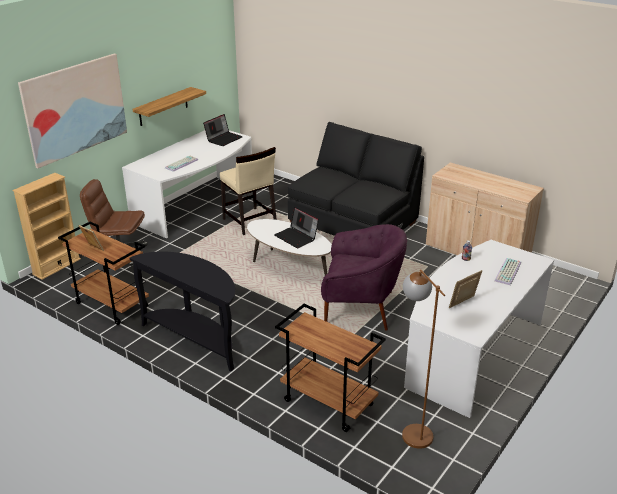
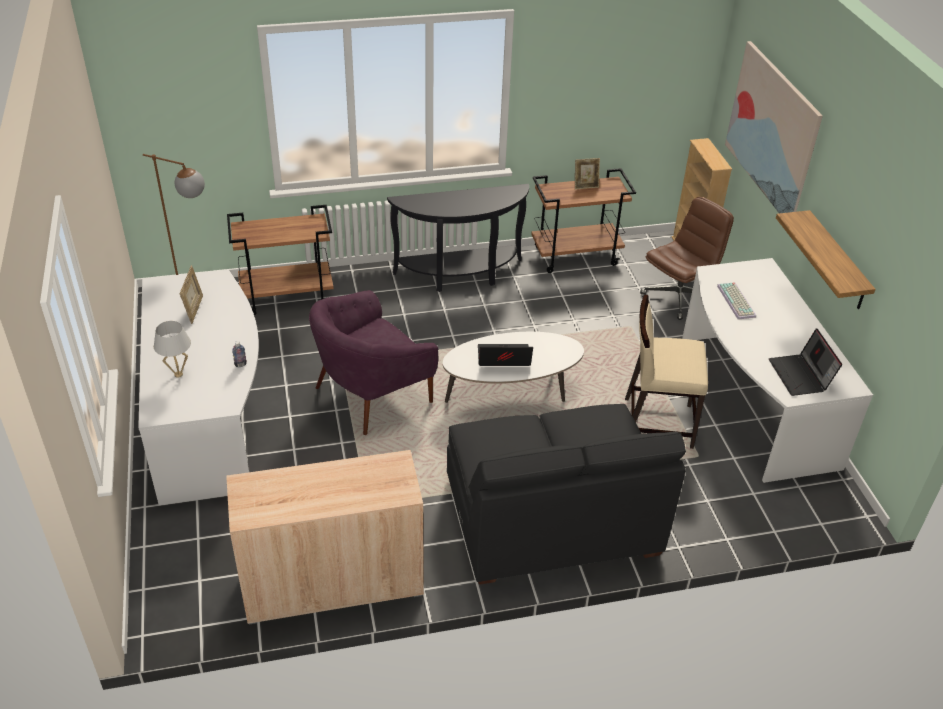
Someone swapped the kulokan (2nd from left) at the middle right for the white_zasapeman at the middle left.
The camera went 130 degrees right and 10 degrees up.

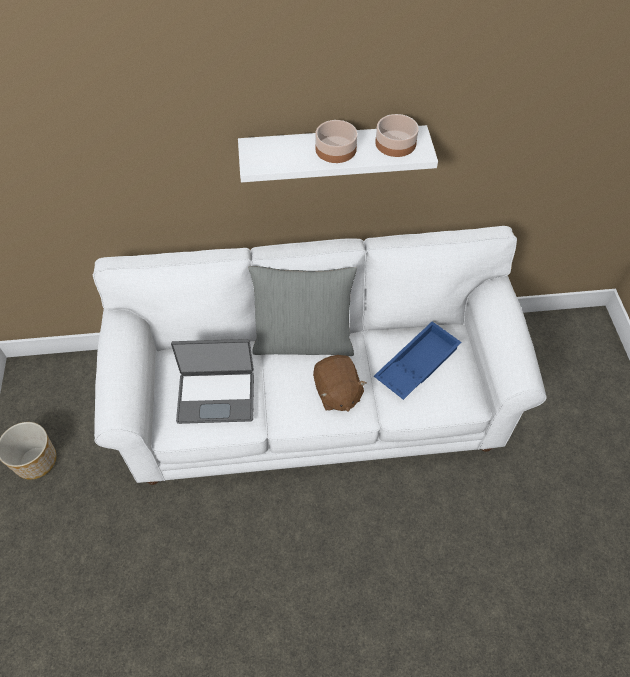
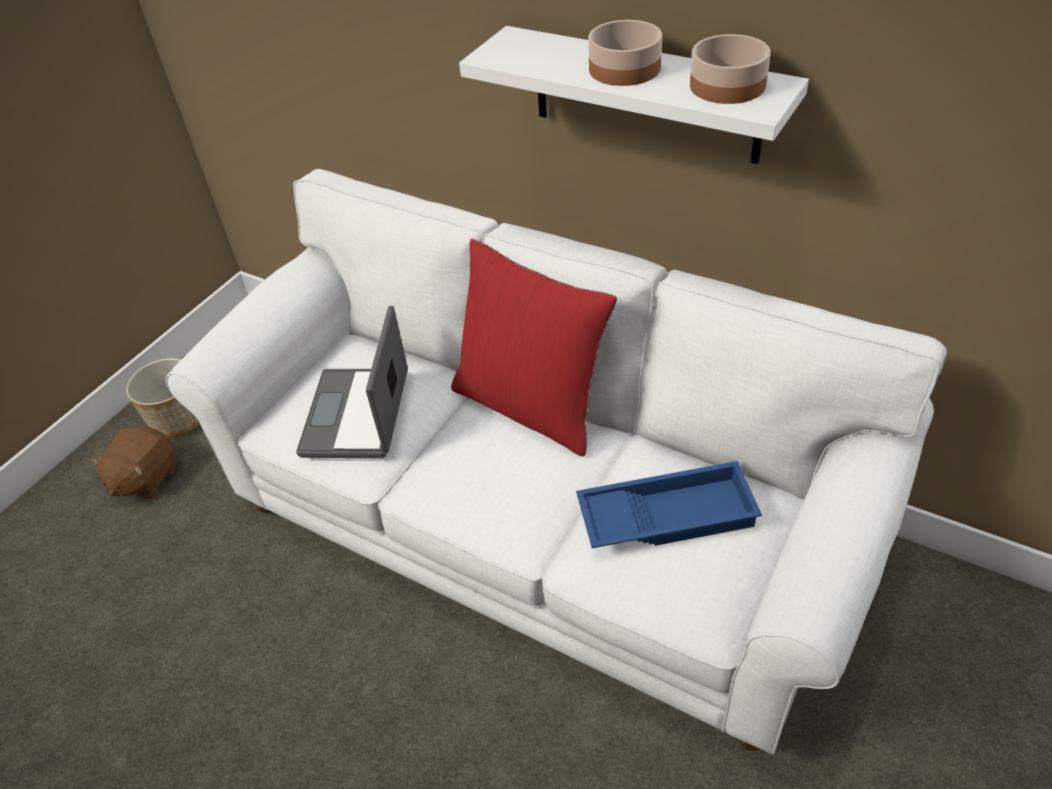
Someone rotated the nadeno at the centre by 60 degrees clockwise.
Someone repainted the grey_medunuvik at the centre, which became the red_medunuvik at the centre.
Someone carried the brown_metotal from the centre to the middle left.
The camera went 40 degrees right and 10 degrees down.

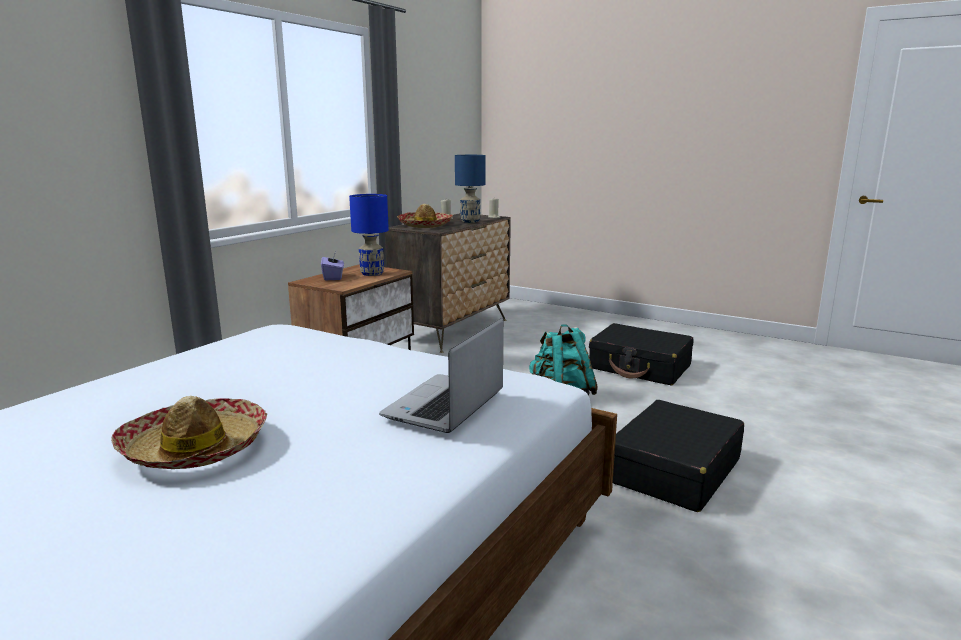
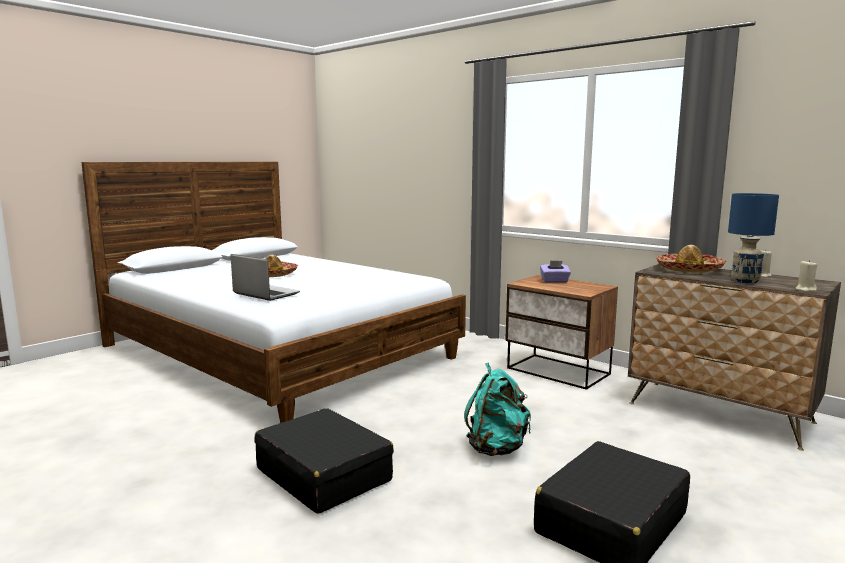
Someone took away the blue_zasapeman (1st from left) at the centre.
The camera went 100 degrees right and 5 degrees down.

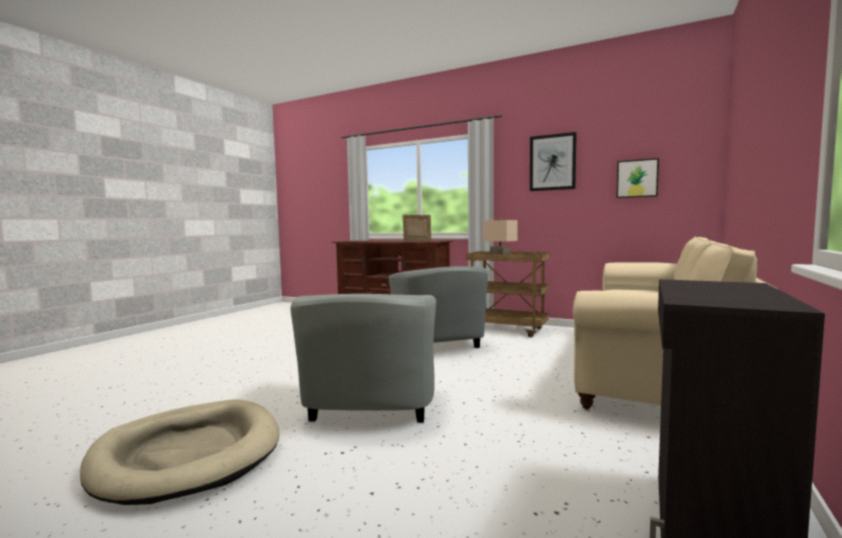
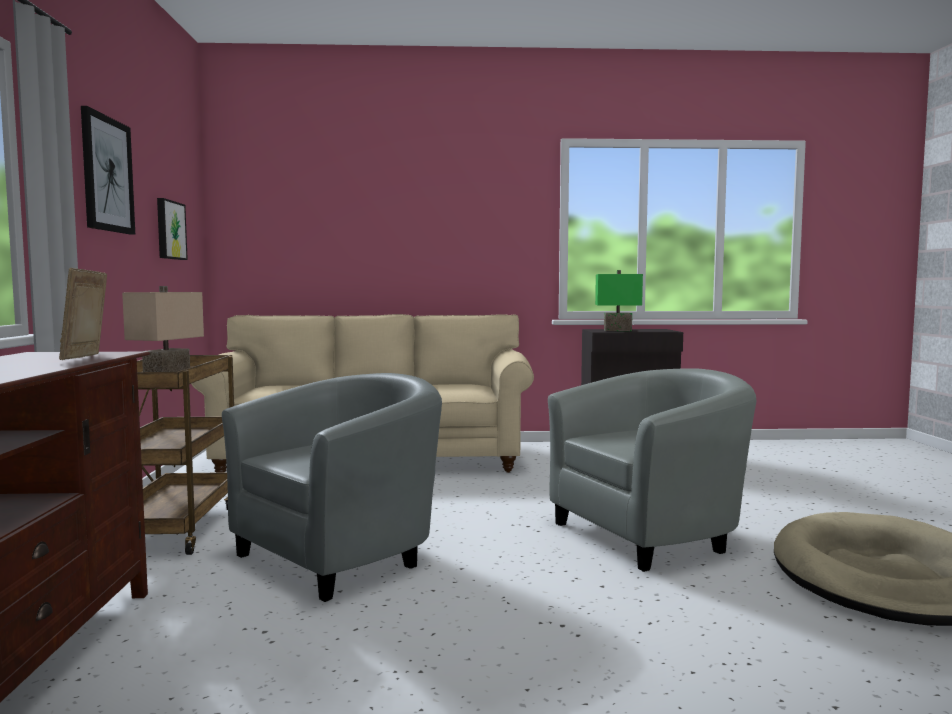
Someone put down the green_zasapeman at the centre.
The camera went 120 degrees left and 0 degrees up.

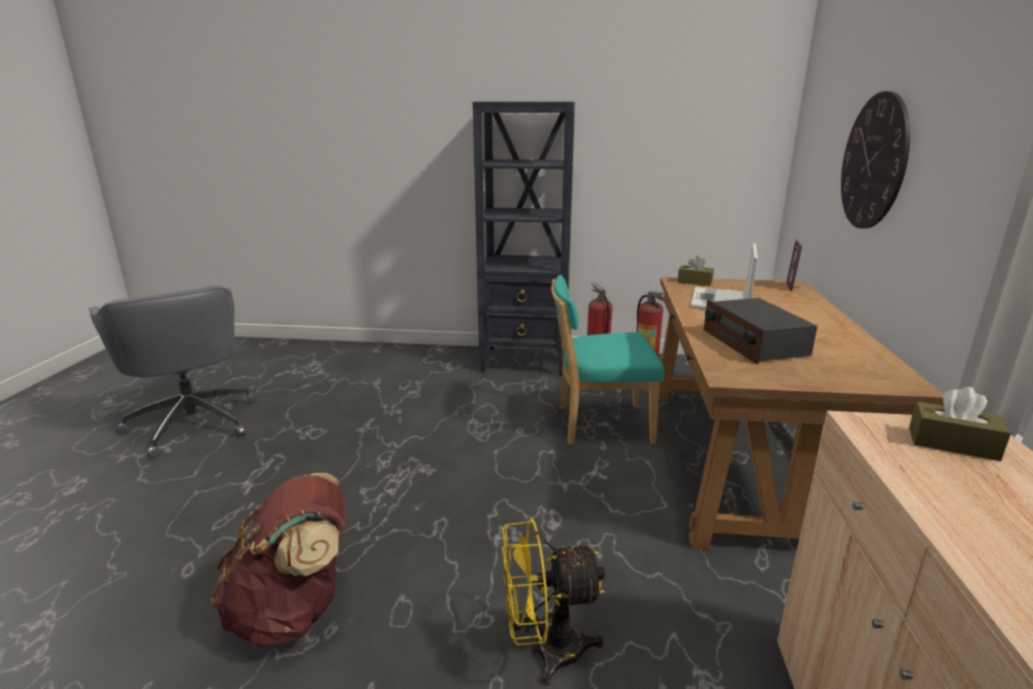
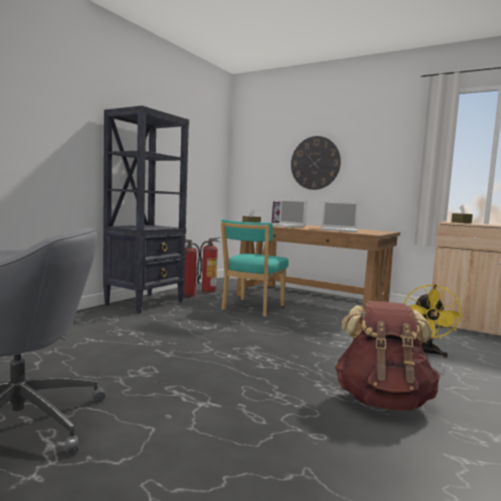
Someone swapped the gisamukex at the middle right for the nadeno (2nd from left) at the middle right.
The camera went 65 degrees left and 15 degrees down.

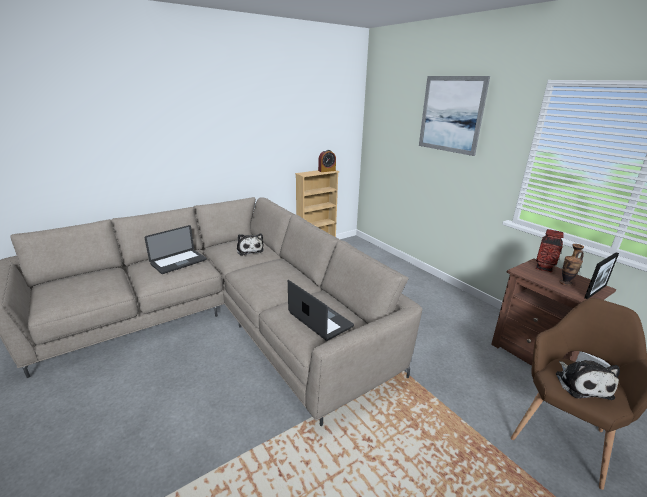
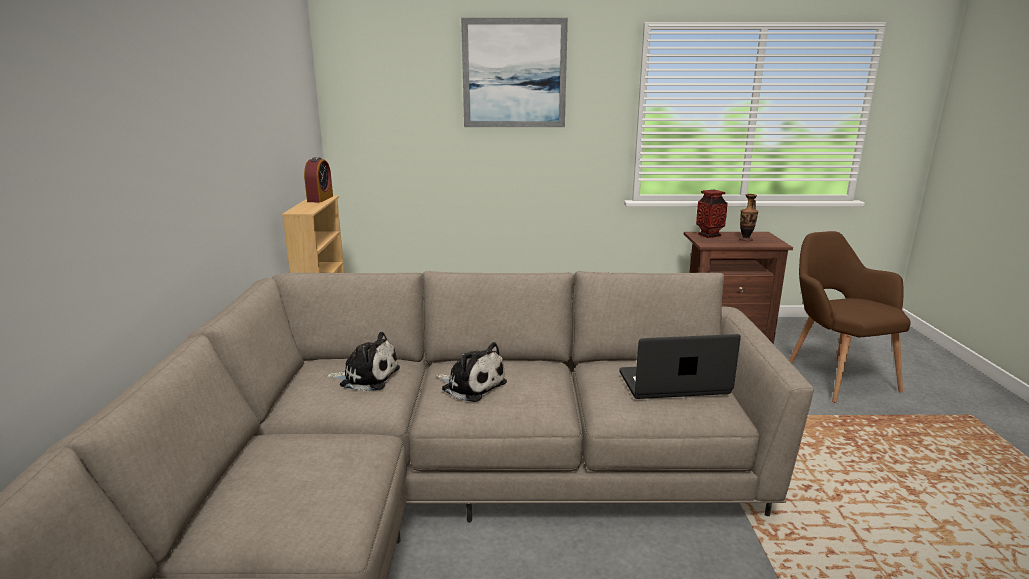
Someone took away the nadeno (1st from left) at the middle left.
Someone carried the metotal (2nd from left) from the bottom right to the centre.
Someone took away the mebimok at the middle right.
The camera went 55 degrees left and 5 degrees down.

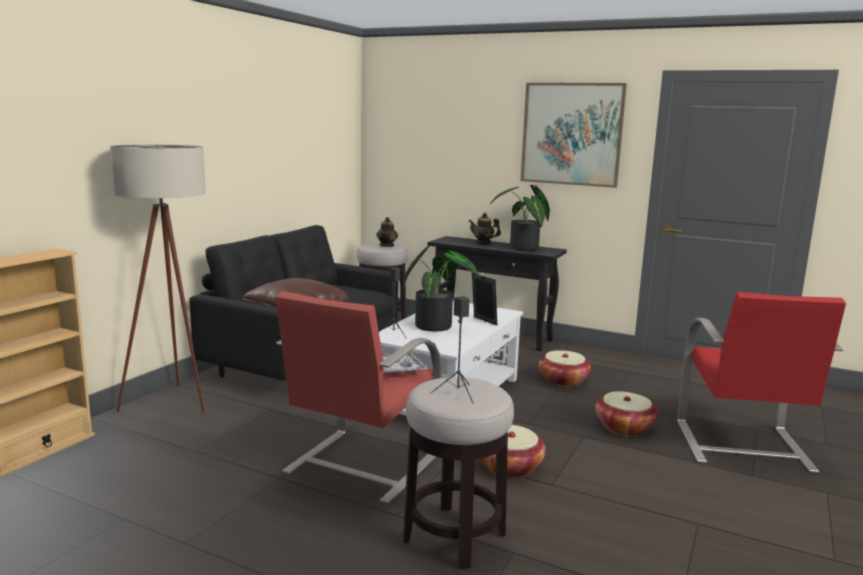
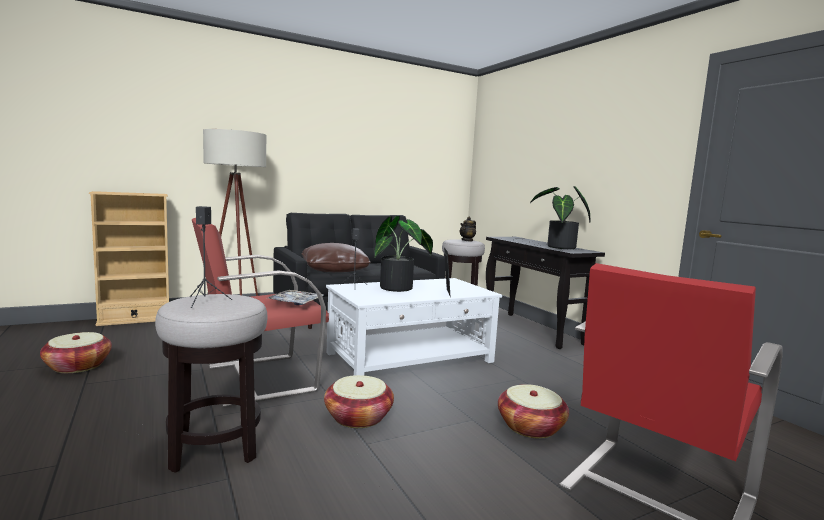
Someone took away the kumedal (2nd from left) at the centre.
Someone took away the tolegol at the top centre.
Someone carried the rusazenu (2nd from left in the first image) from the centre to the bottom left.
The camera went 35 degrees right and 5 degrees down.

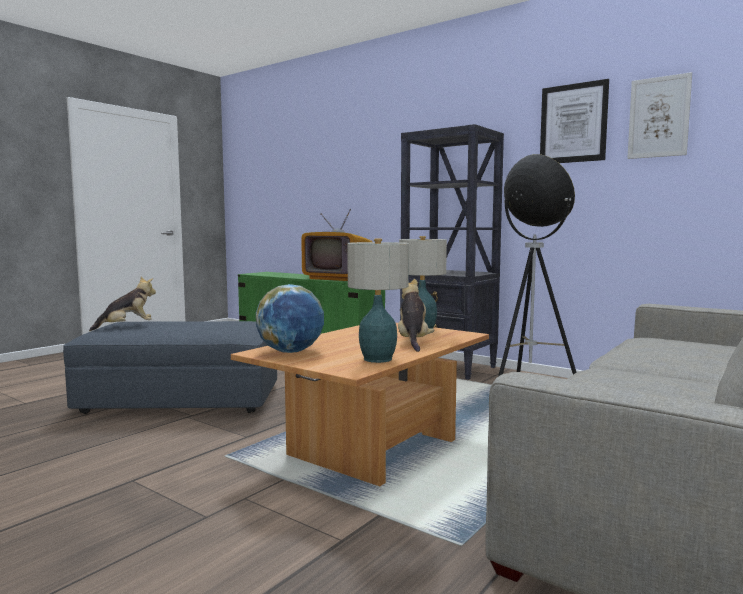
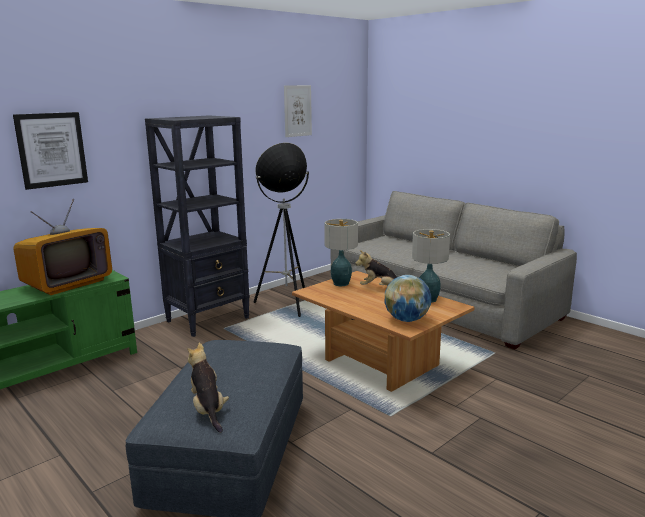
Someone carried the tolegol (1st from left) from the top right to the top left.
The camera went 80 degrees left and 10 degrees up.

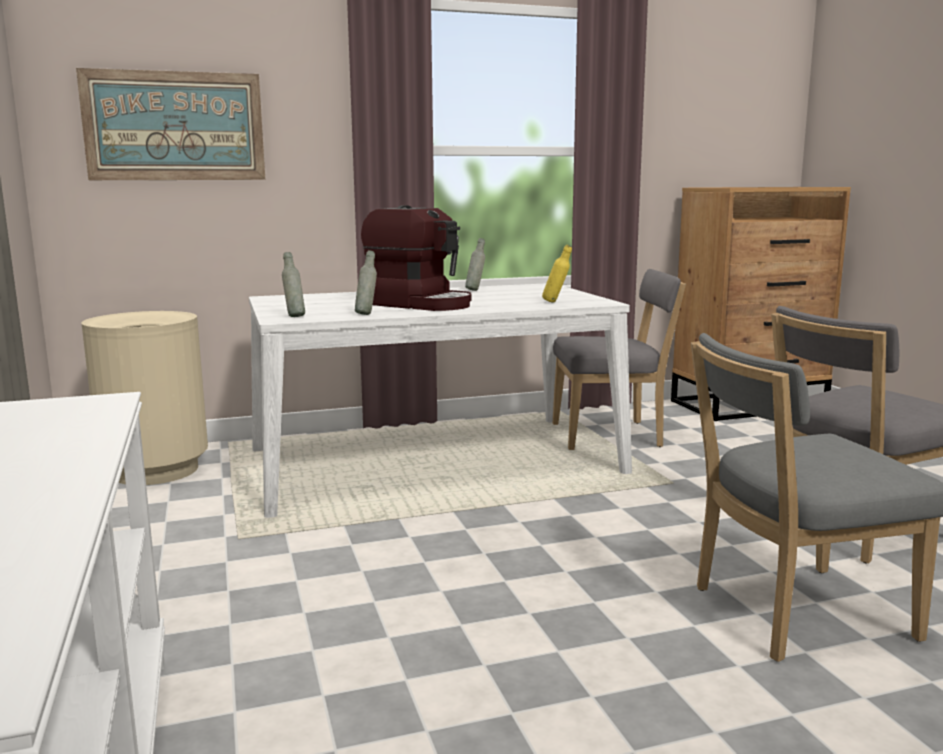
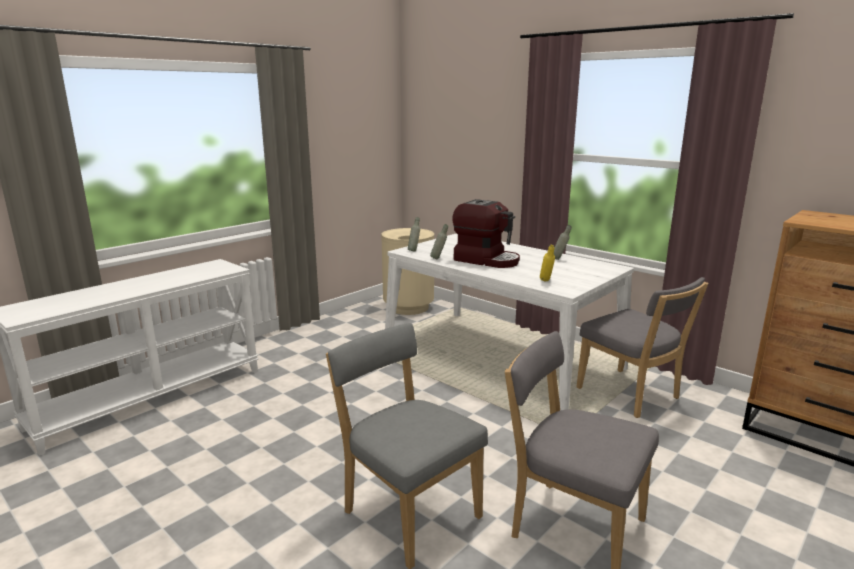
Someone took away the tolegol at the top left.
Someone rotated the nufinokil at the centre by 60 degrees counterclockwise.
The camera went 60 degrees right and 5 degrees up.

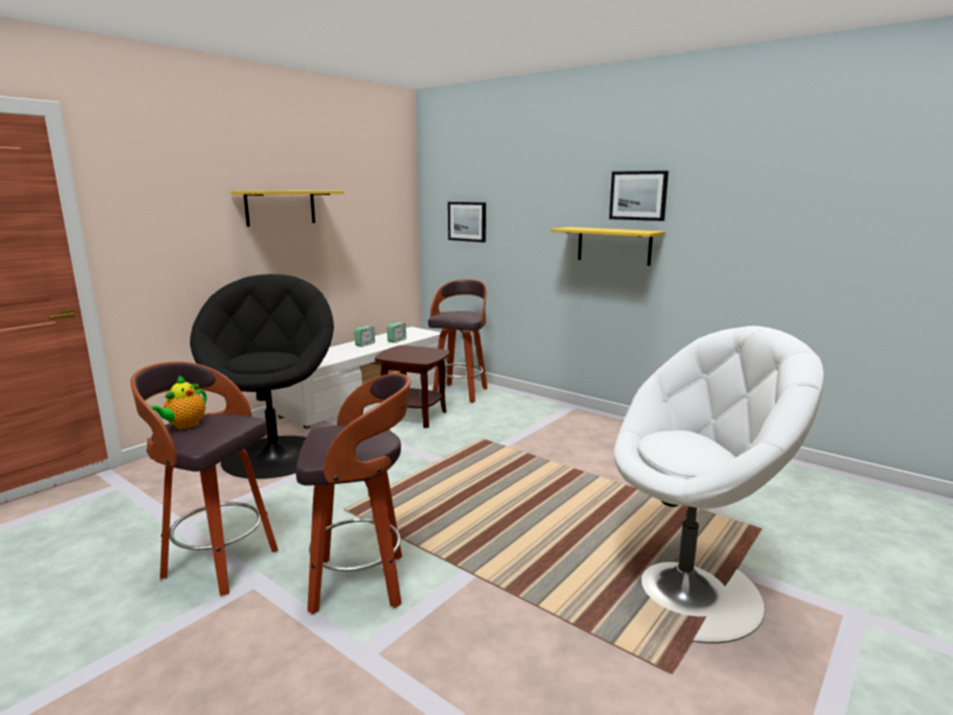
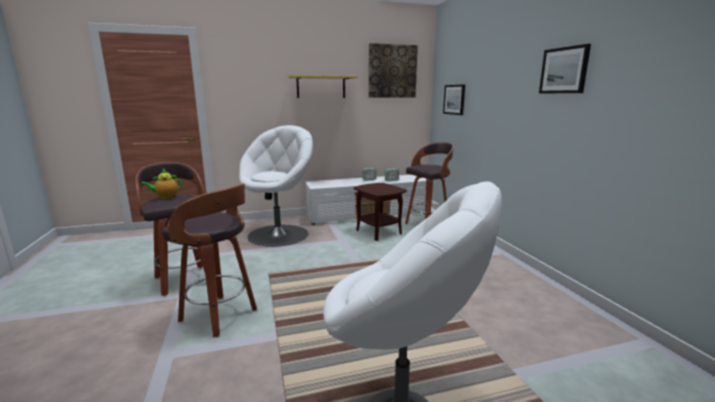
Someone repainted the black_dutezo at the middle left, which became the white_dutezo (1st from left) at the centre.
Someone took away the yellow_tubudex (2nd from left) at the centre.
Someone put up the tolegol (1st from left) at the top centre.
The camera went 35 degrees right and 0 degrees up.

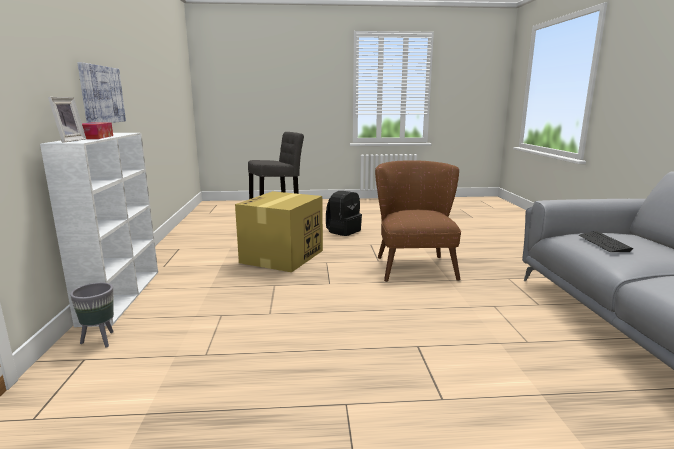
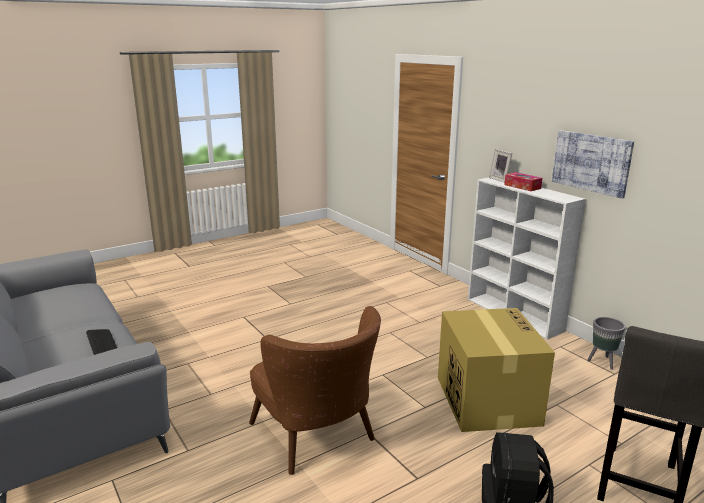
Someone carried the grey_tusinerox from the bottom left to the bottom right.
The camera went 150 degrees right and 5 degrees up.

